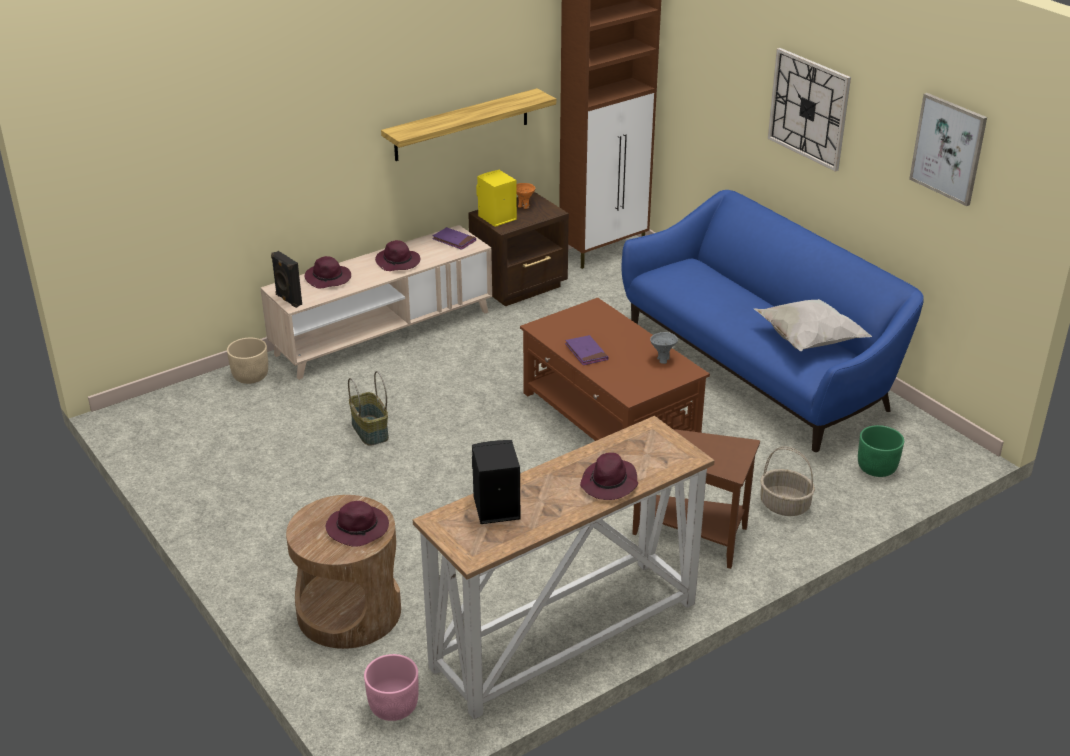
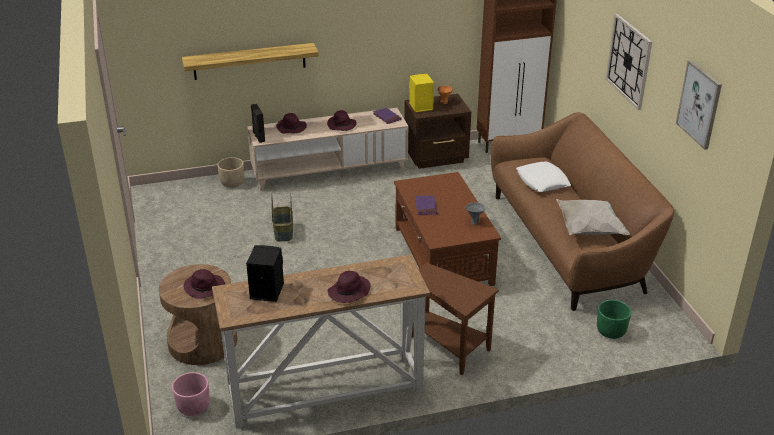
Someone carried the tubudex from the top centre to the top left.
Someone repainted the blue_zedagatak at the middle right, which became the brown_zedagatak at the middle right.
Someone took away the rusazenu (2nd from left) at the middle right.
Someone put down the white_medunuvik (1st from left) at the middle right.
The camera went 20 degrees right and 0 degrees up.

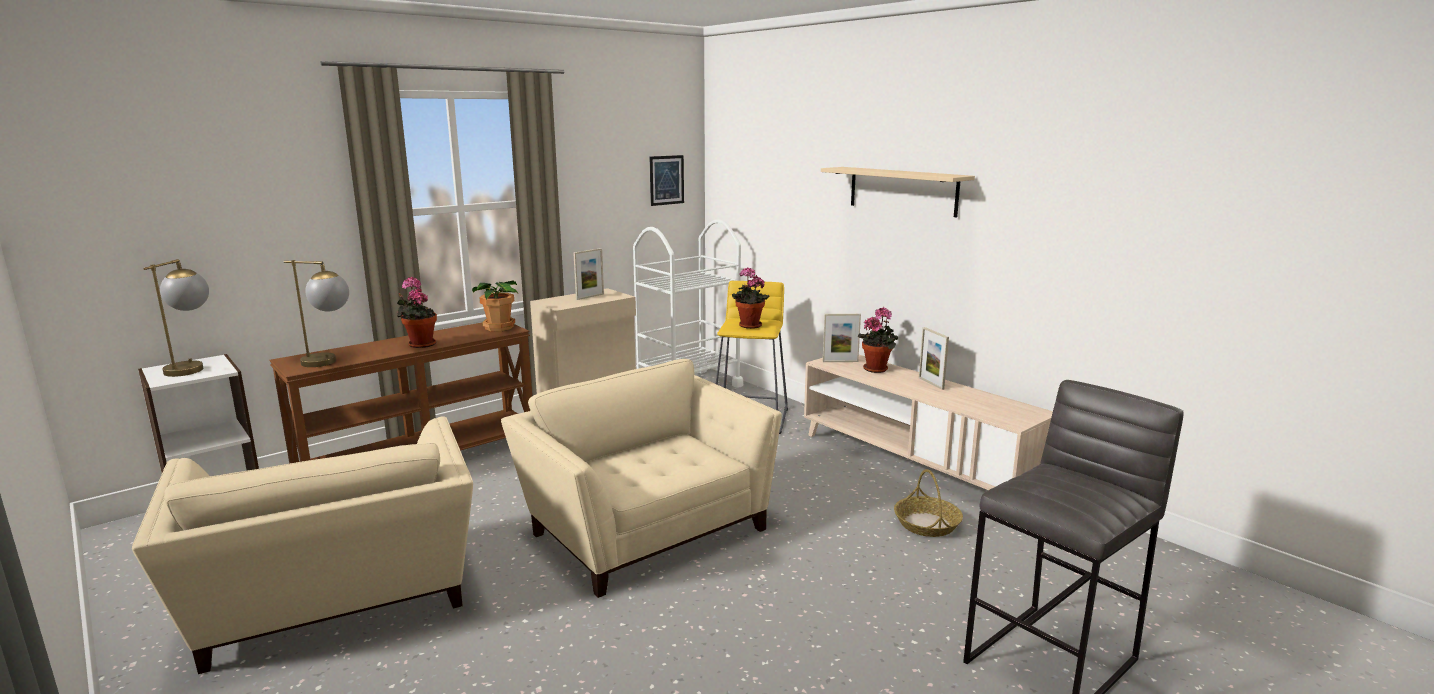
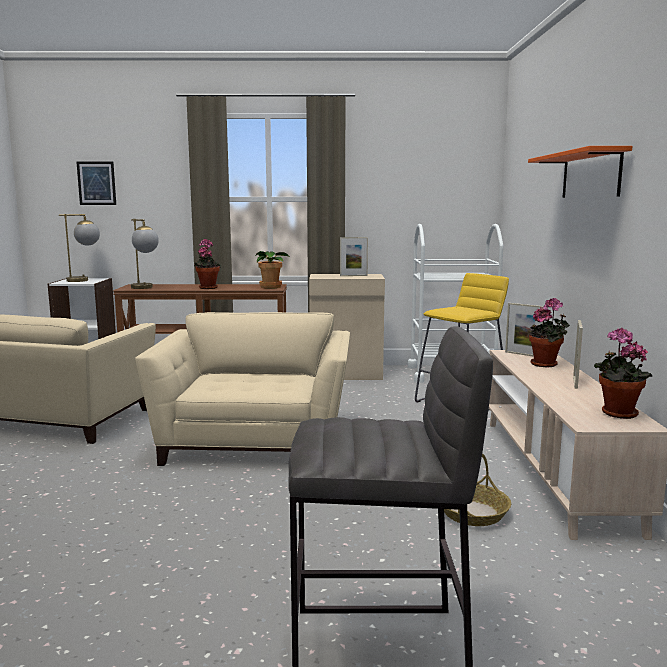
Someone carried the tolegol from the top centre to the top left.
Someone carried the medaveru (3rd from left in the first image) from the centre to the middle right.
Someone repainted the beige_tubudex at the top centre, which became the orange_tubudex at the top right.
The camera went 40 degrees right and 5 degrees down.

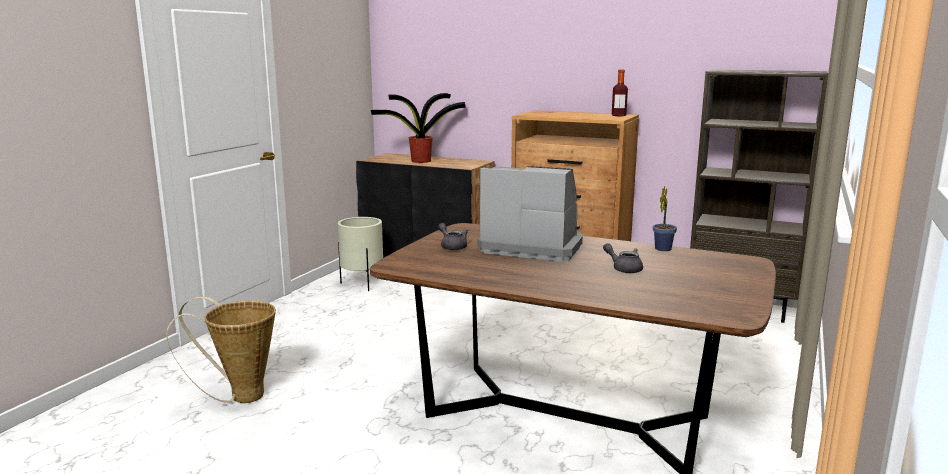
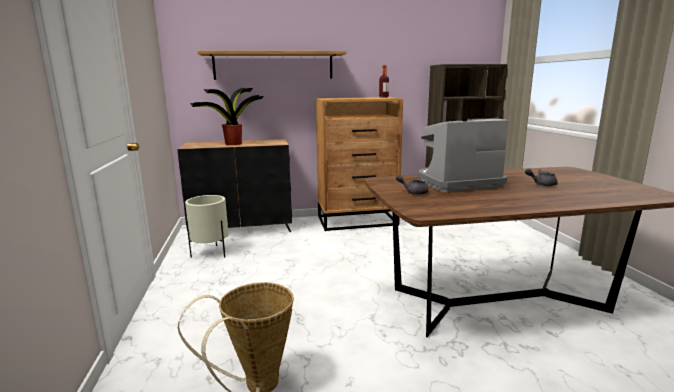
Someone took away the medaveru (2nd from left) at the middle right.
Someone put up the tubudex at the top centre.
The camera went 35 degrees left and 0 degrees up.

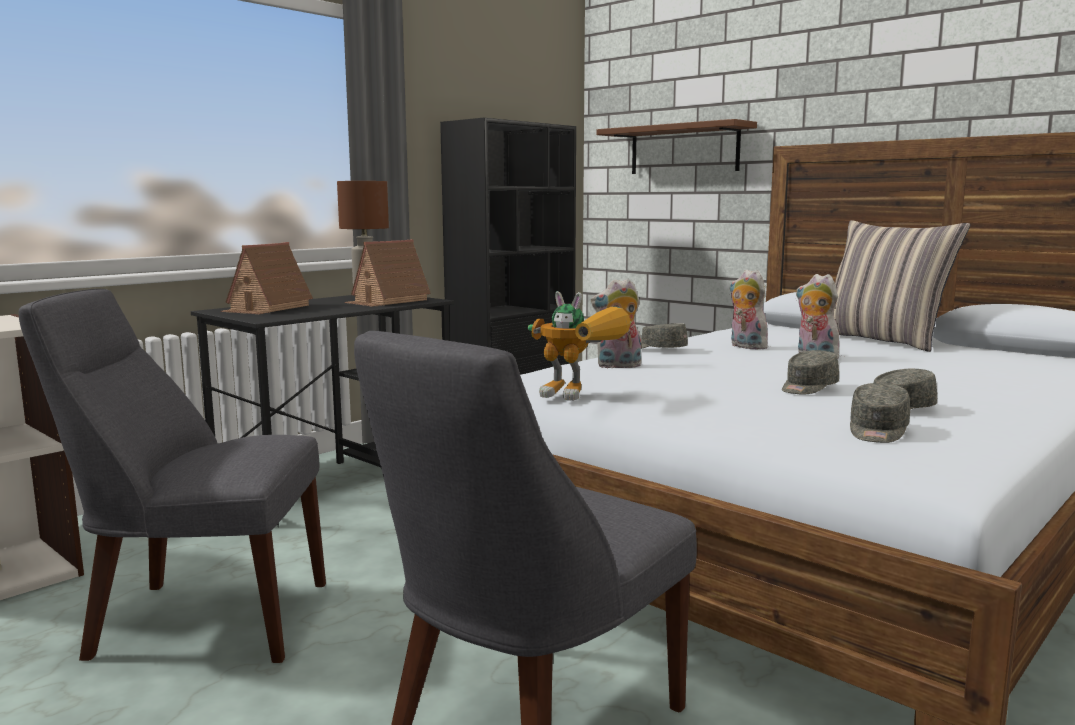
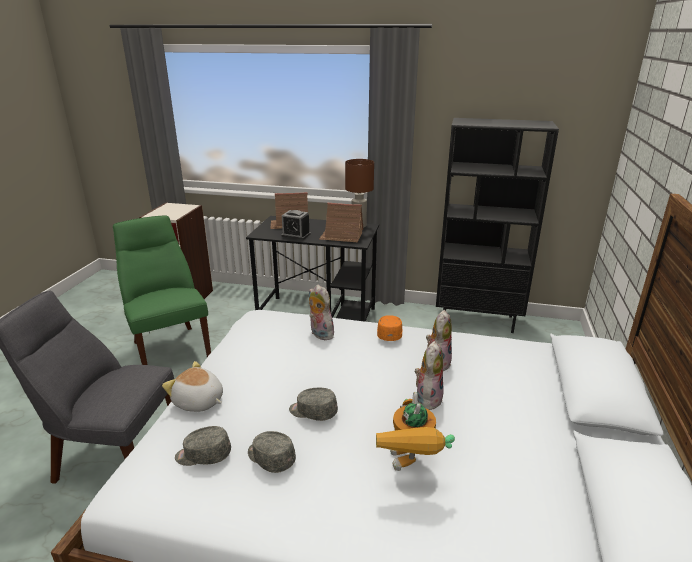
Someone repainted the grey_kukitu (1st from left) at the middle left, which became the green_kukitu at the middle left.
Someone carried the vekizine from the centre to the bottom centre.
Someone took away the brown_tubudex at the top centre.
Someone repainted the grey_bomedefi (1st from left) at the centre, which became the orange_bomedefi at the centre.
Someone took away the medunuvik at the middle right.
Someone put down the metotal (1st from left) at the bottom left.
Someone put down the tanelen at the centre.
The camera went 60 degrees right and 15 degrees up.

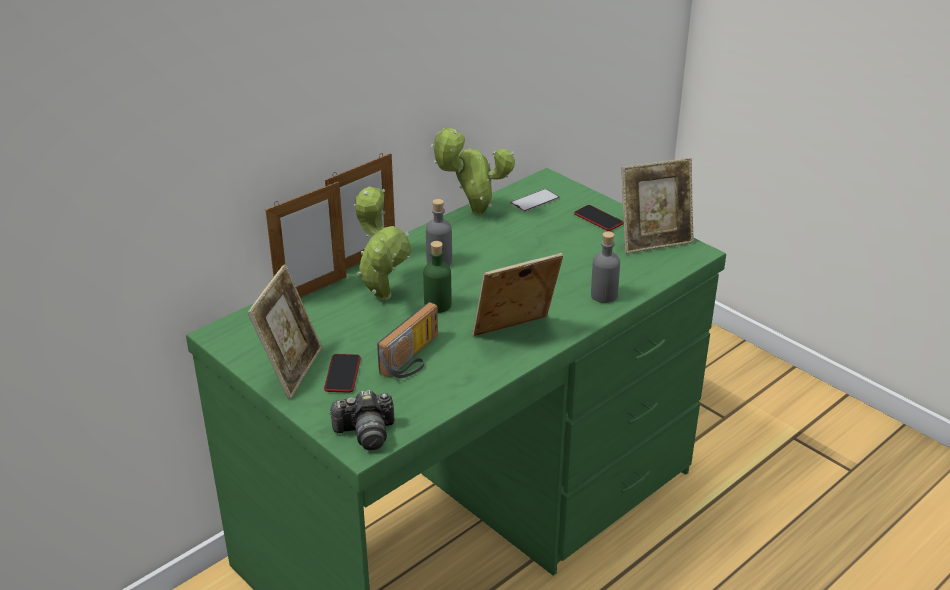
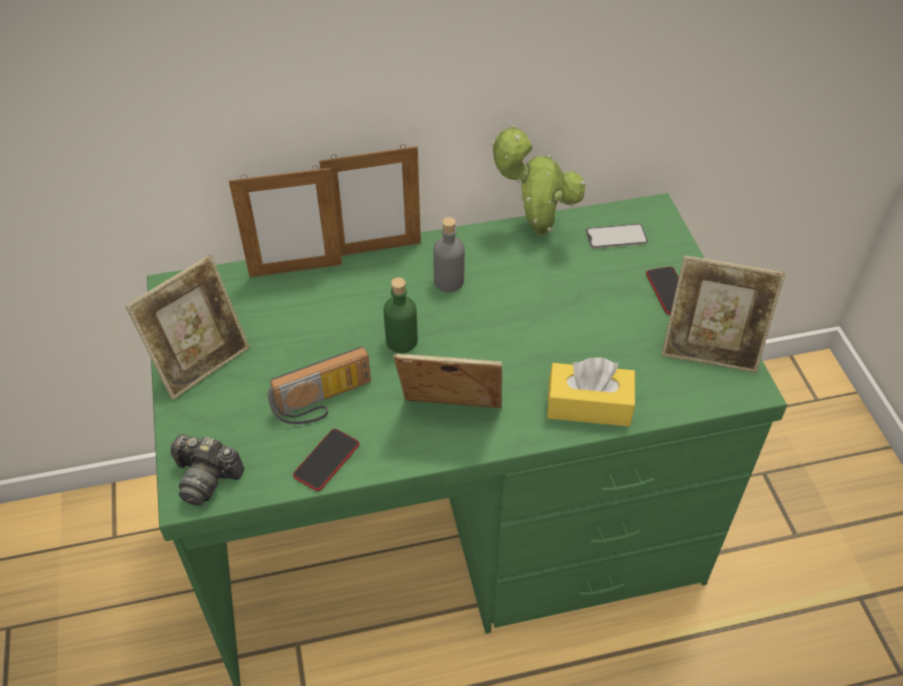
Someone carried the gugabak (1st from left) from the centre to the bottom centre.
Someone took away the medaveru (1st from left) at the centre.
Someone swapped the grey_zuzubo (2nd from left) at the centre for the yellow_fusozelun at the centre.
The camera went 30 degrees right and 15 degrees up.

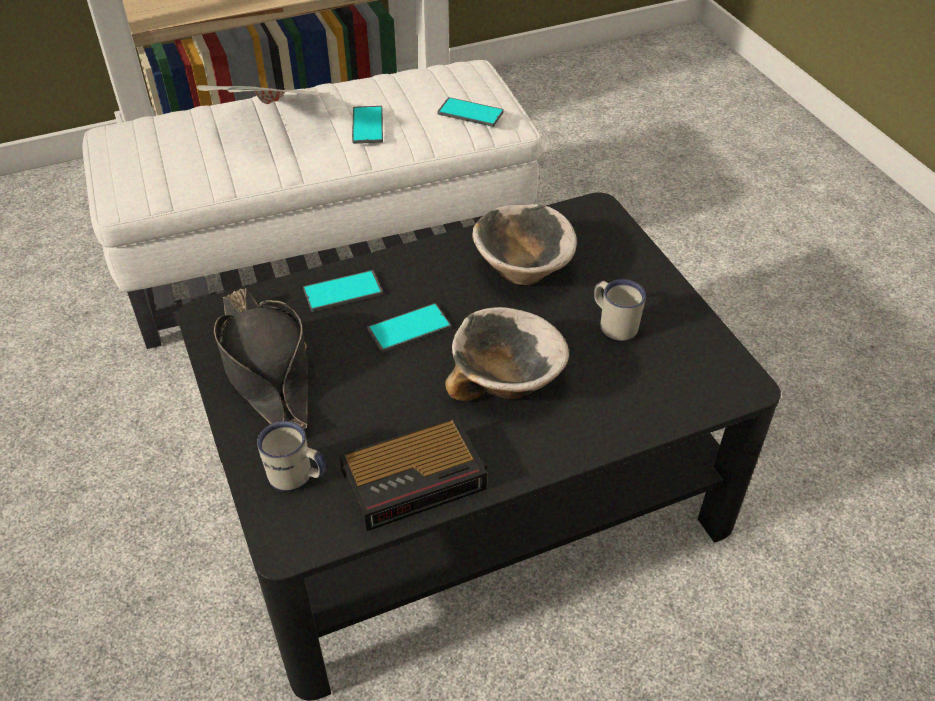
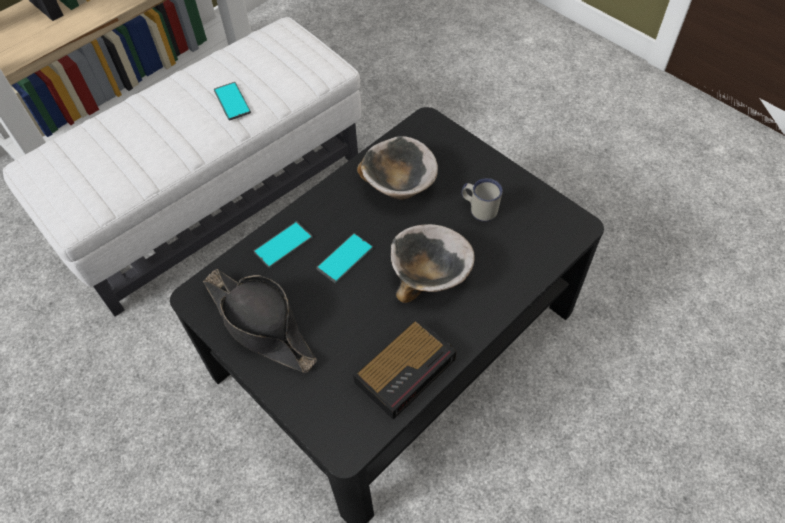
Someone took away the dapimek at the top left.
Someone took away the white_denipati (1st from left) at the middle left.
Someone took away the gugabak (4th from left) at the top centre.
The camera went 20 degrees left and 10 degrees up.

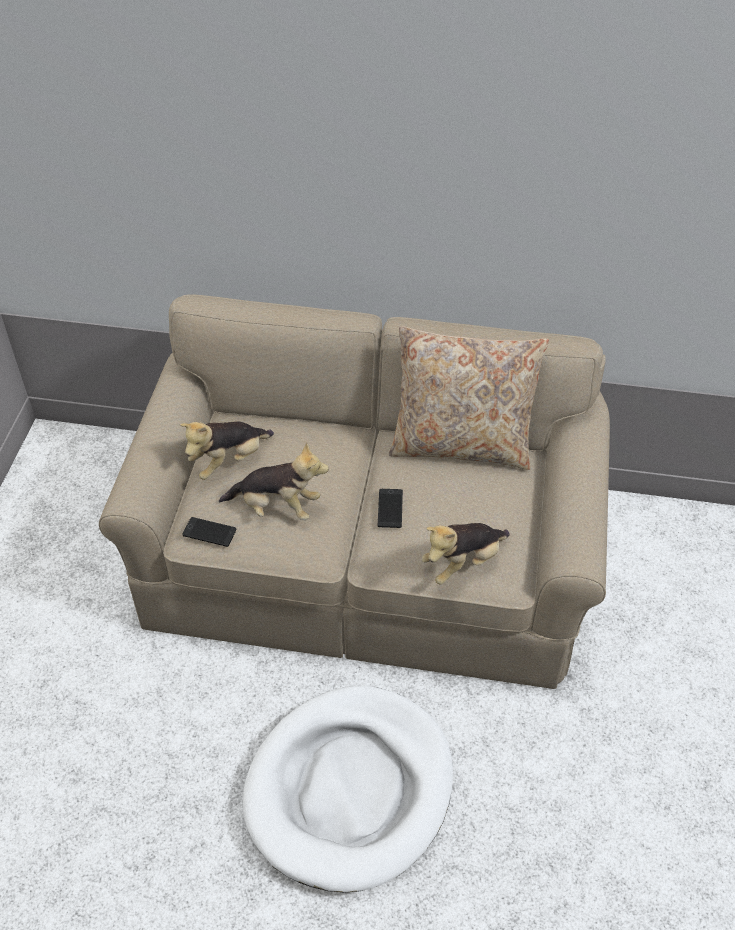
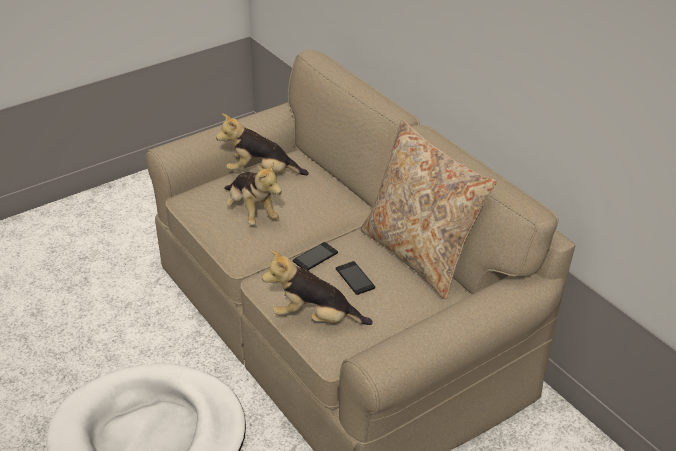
Someone carried the gugabak (1st from left in the first image) from the middle left to the centre.
The camera went 45 degrees right and 10 degrees down.

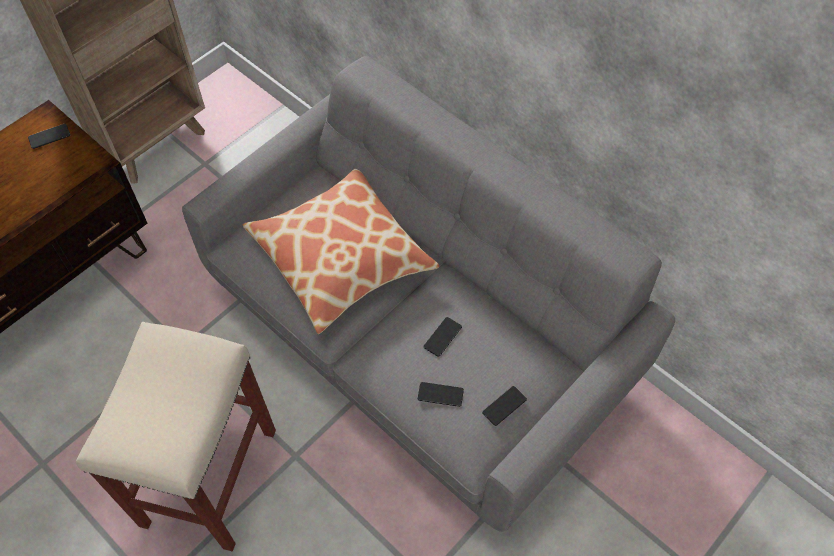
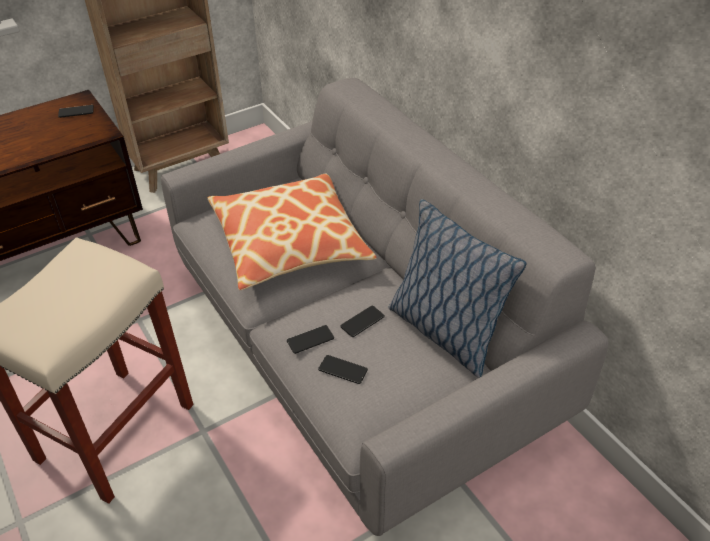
Someone carried the gugabak (4th from left in the first image) from the bottom centre to the centre.
Someone put down the medunuvik (2nd from left) at the centre.
The camera went 15 degrees right and 15 degrees down.

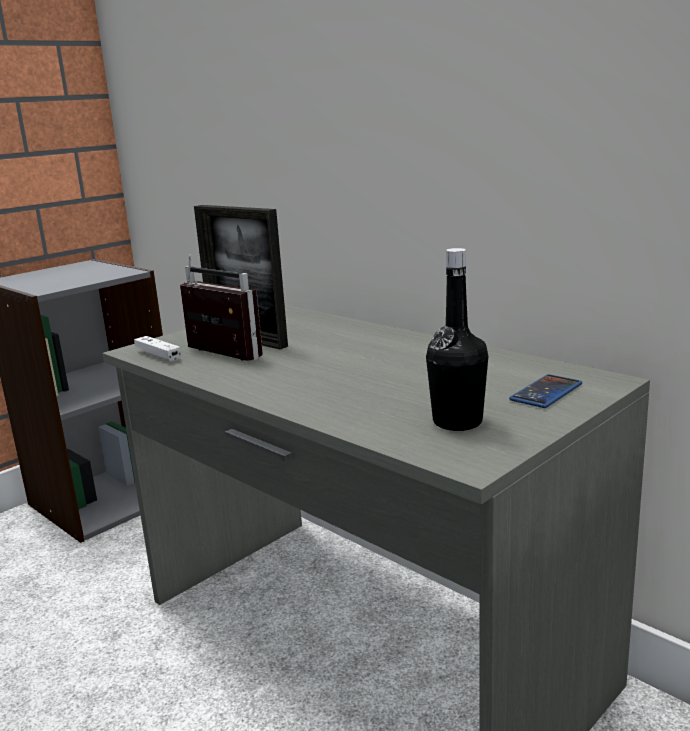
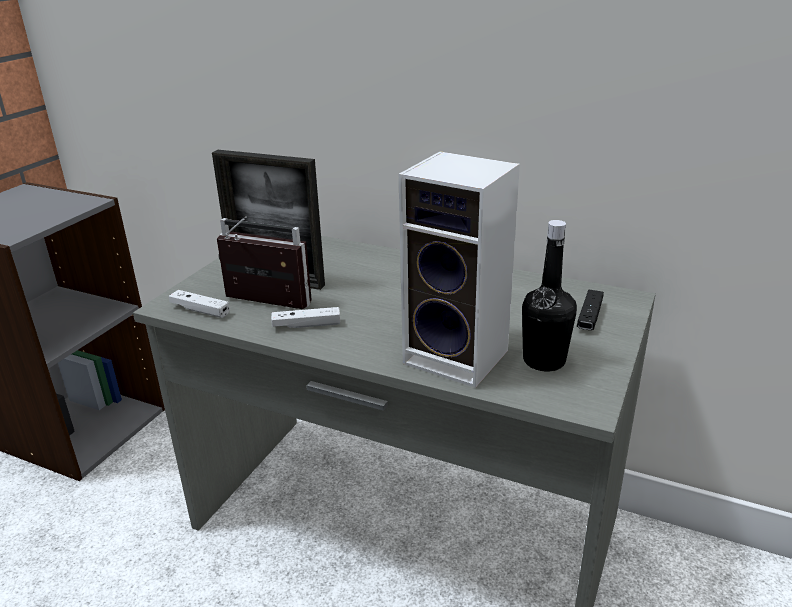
Someone swapped the gugabak at the middle right for the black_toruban at the middle right.
Someone put down the white_toruban (2nd from left) at the centre.
Someone put down the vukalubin at the centre.
The camera went 20 degrees left and 10 degrees up.

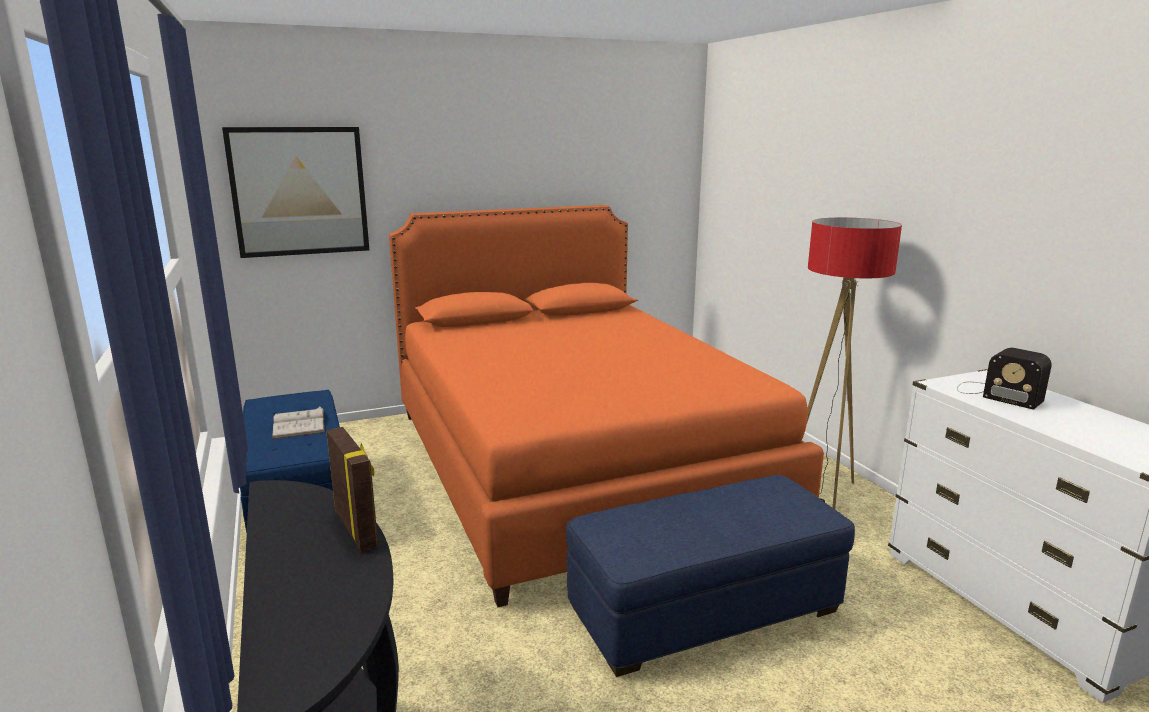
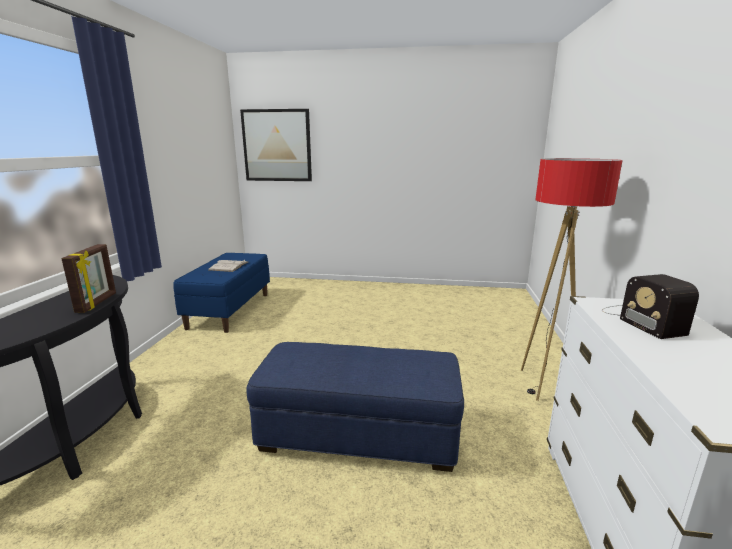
Someone took away the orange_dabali at the centre.
The camera went 30 degrees right and 0 degrees up.

